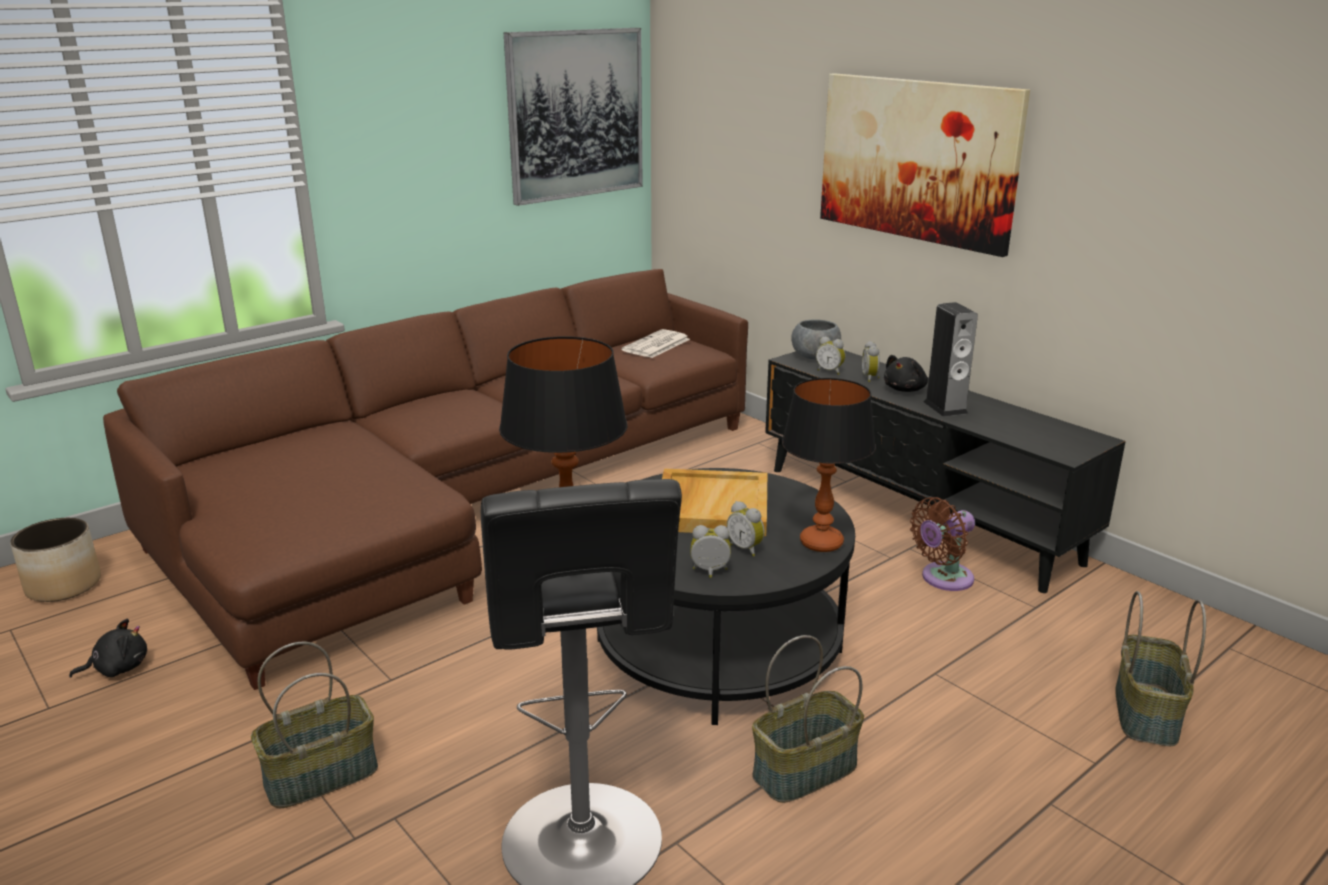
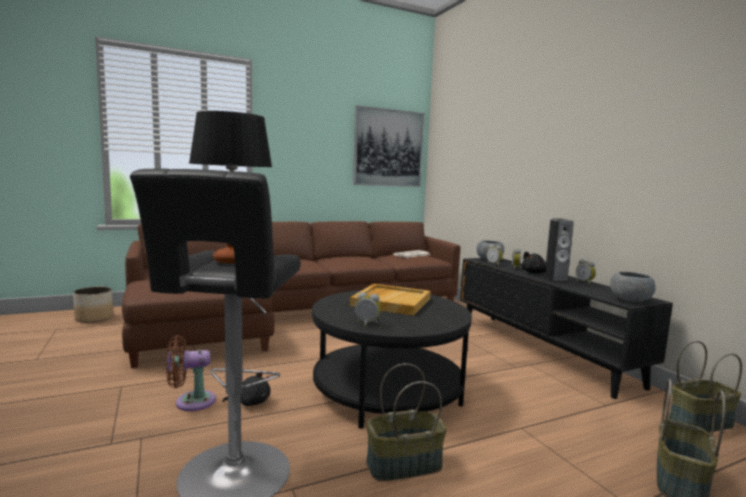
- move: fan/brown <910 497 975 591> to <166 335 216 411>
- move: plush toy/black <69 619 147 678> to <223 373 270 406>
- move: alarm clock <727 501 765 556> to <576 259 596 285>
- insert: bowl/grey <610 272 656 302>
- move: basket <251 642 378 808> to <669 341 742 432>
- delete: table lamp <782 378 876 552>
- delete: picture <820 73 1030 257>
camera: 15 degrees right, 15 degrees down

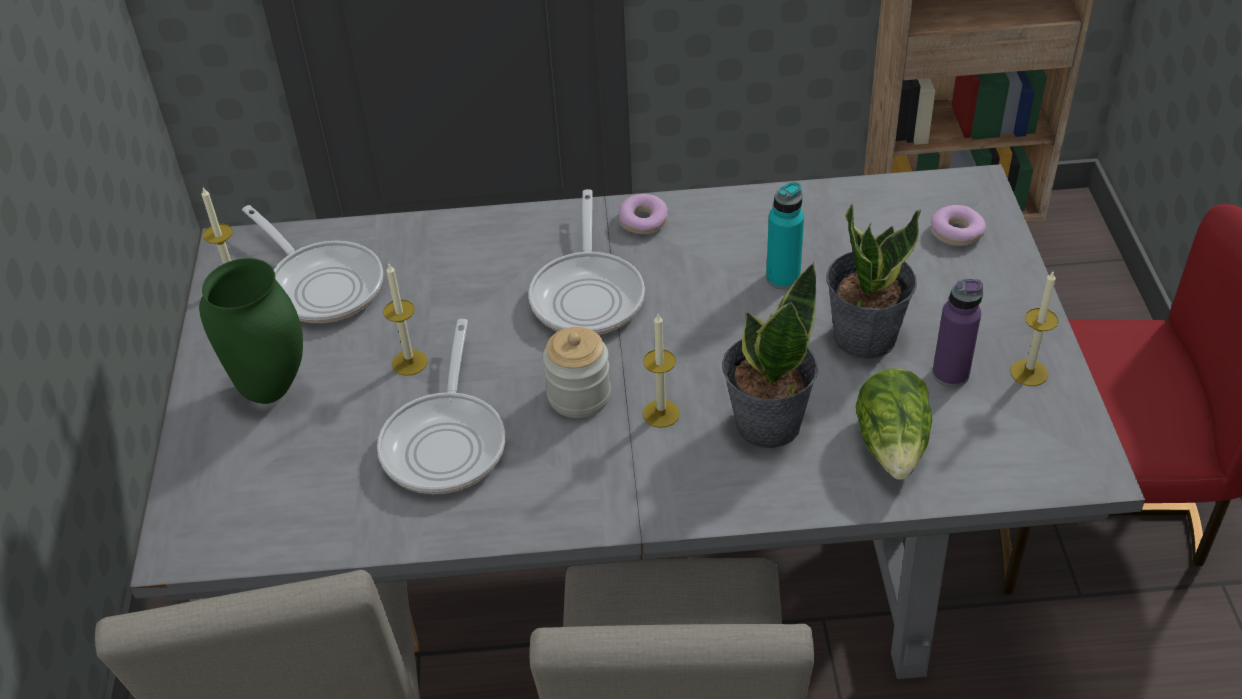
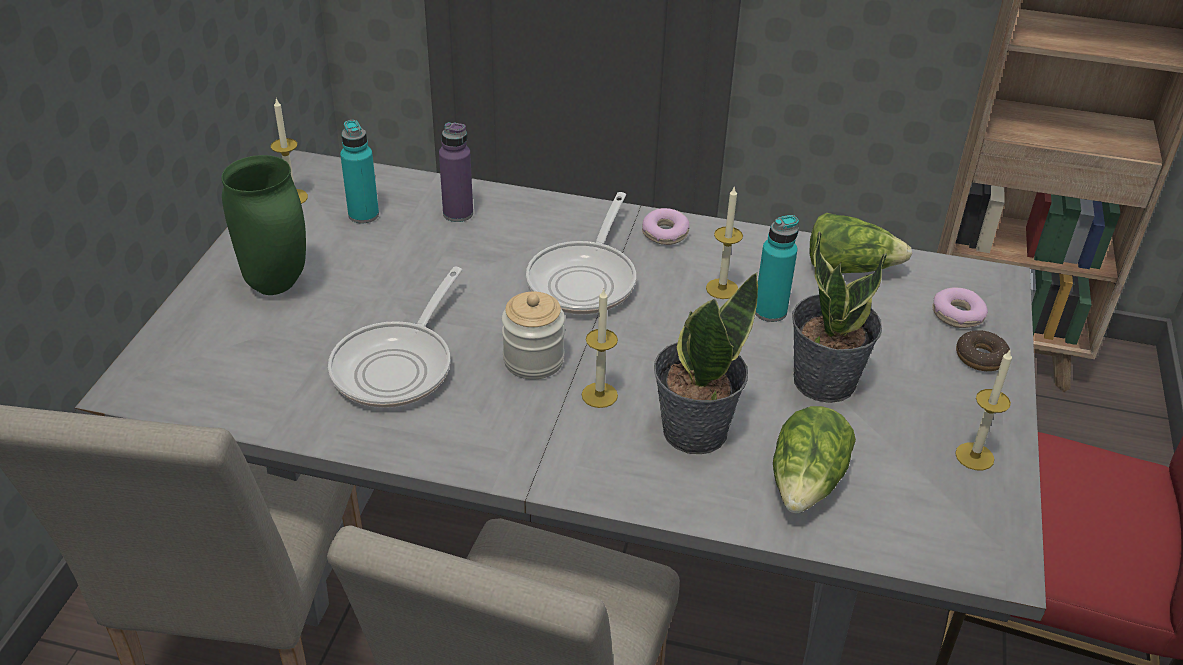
- replace: frying pan <242 205 383 323> to bottle/turquoise <340 120 379 223>
- move: bottle/purple <932 279 983 387> to <439 122 473 222>
- move: candle <383 264 427 376> to <706 186 743 299>
- insert: lettuce <810 213 912 273>
- insert: donut <956 330 1010 371>
camera: 15 degrees right, 5 degrees down

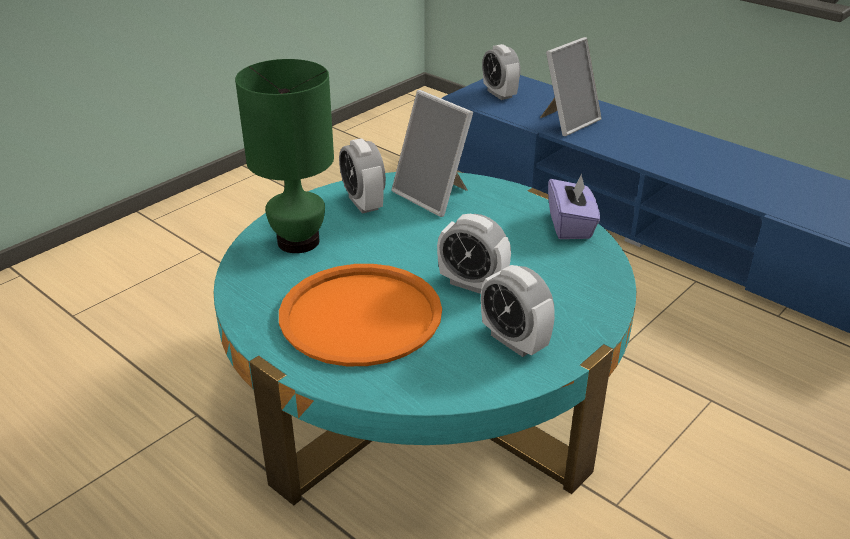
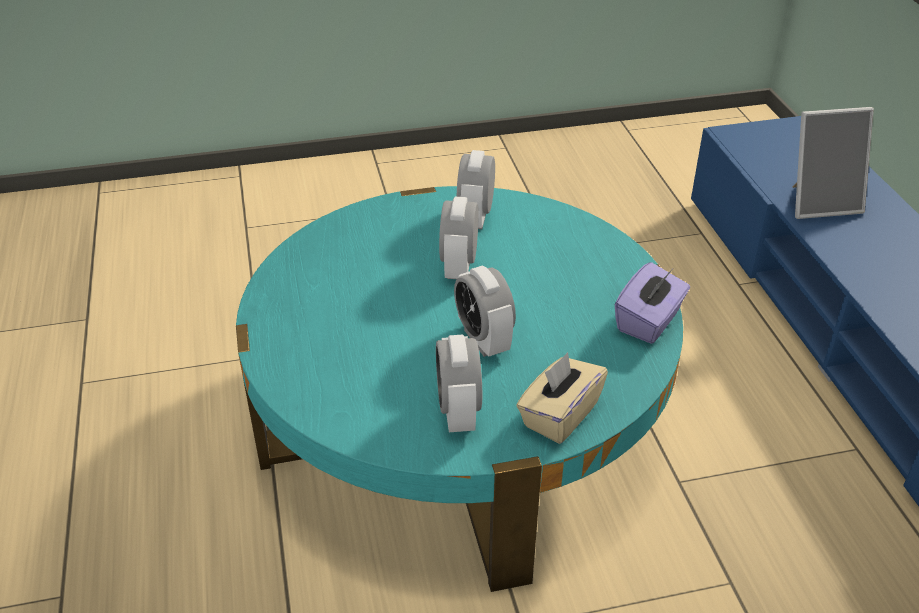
- move: alarm clock <482 44 520 100> to <439 197 478 279>
- insert: tissue box/beige <516 352 608 444>
- delete: table lamp/green <235 59 334 253>
- delete: tray/orange <279 264 442 366>
- delete: picture frame <391 90 473 217>
camera: 35 degrees right, 5 degrees up

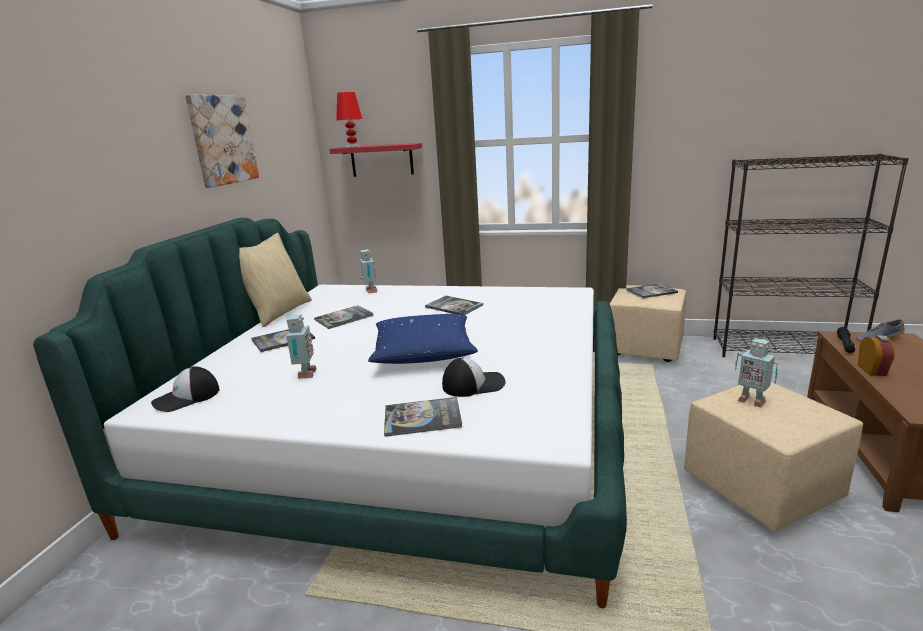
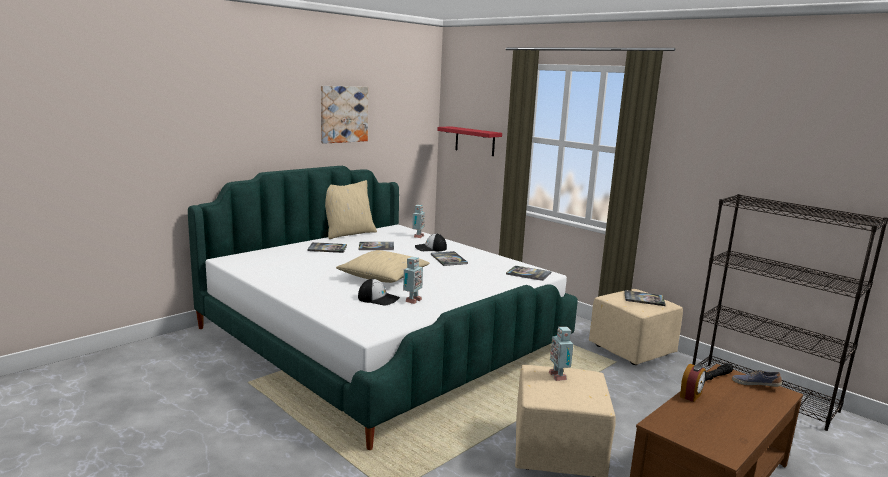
- recolor: pillow/blue <368 314 478 364> to pillow/beige <336 250 430 283>
- move: toy robot <286 314 316 379> to <403 257 423 304>
- move: cap <151 366 220 412> to <415 234 447 251>
- move: book <384 397 462 437> to <506 266 551 281>
- delete: table lamp/red <336 92 362 147>
camera: 30 degrees right, 5 degrees down

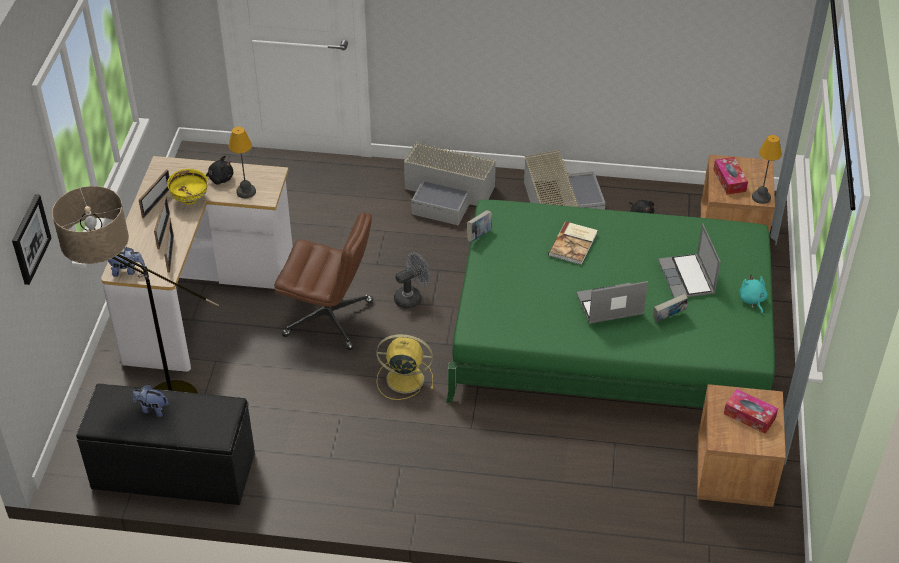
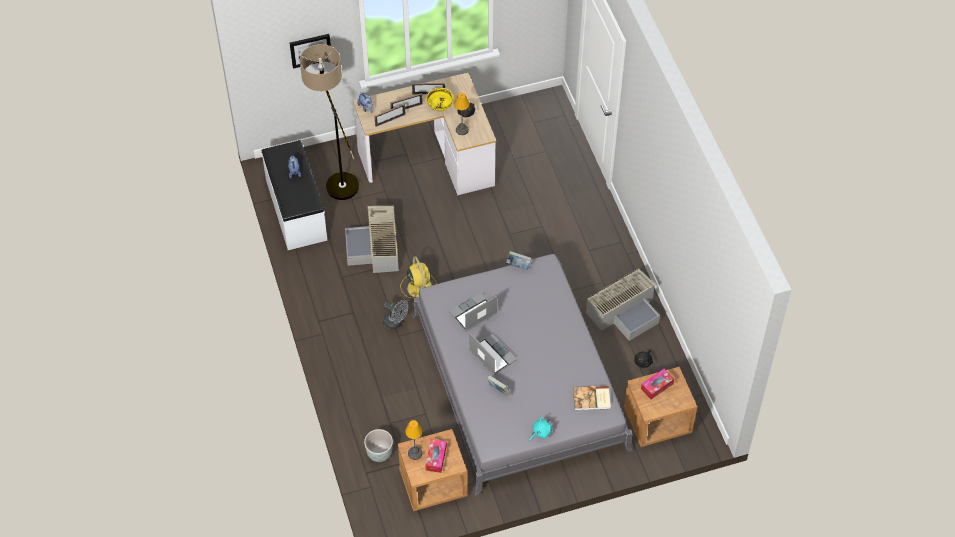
- recolor: bench/black <76 384 255 505> to bench/white <261 140 327 250>
- move: storage box/grey <404 142 496 226> to <345 206 399 273>
- insert: planter/grey <364 429 393 462>
- move: fan/grey <394 253 431 309> to <383 300 408 329>
- move: table lamp <752 135 782 204> to <405 420 423 460>
- recolor: bed/green <445 200 775 408> to bed/grey <412 254 633 495>
- move: laptop <658 223 721 298> to <449 293 497 331>
- move: book <548 221 598 265> to <573 386 611 410>
- delete: office chair/brown <274 212 374 350>
camera: 65 degrees right, 10 degrees up

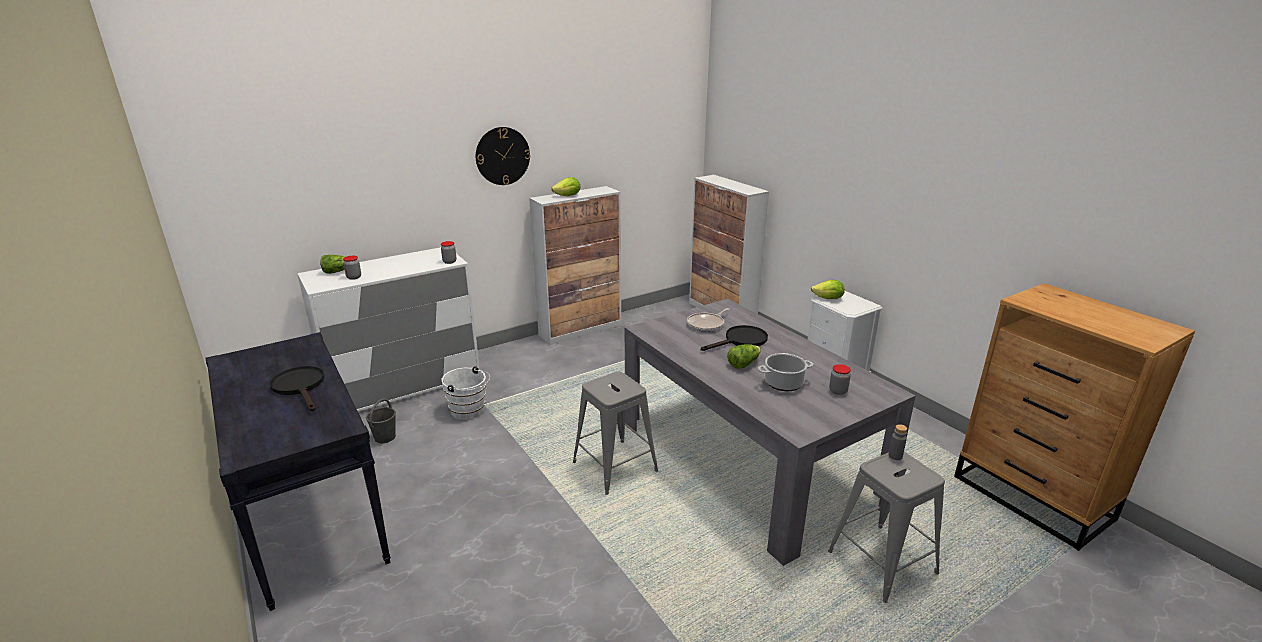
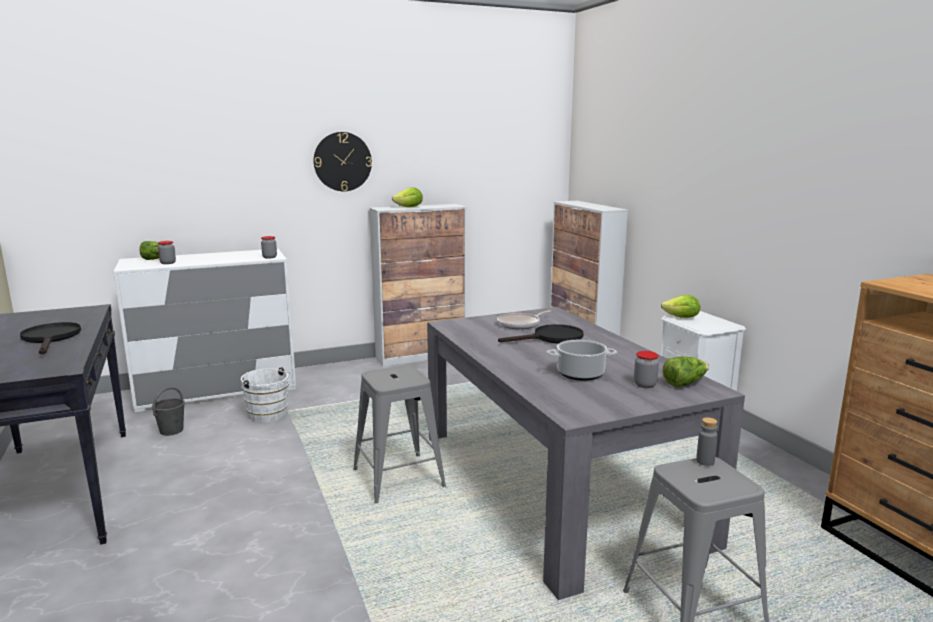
- move: lettuce <727 344 761 369> to <662 356 709 387>
camera: 10 degrees right, 10 degrees down

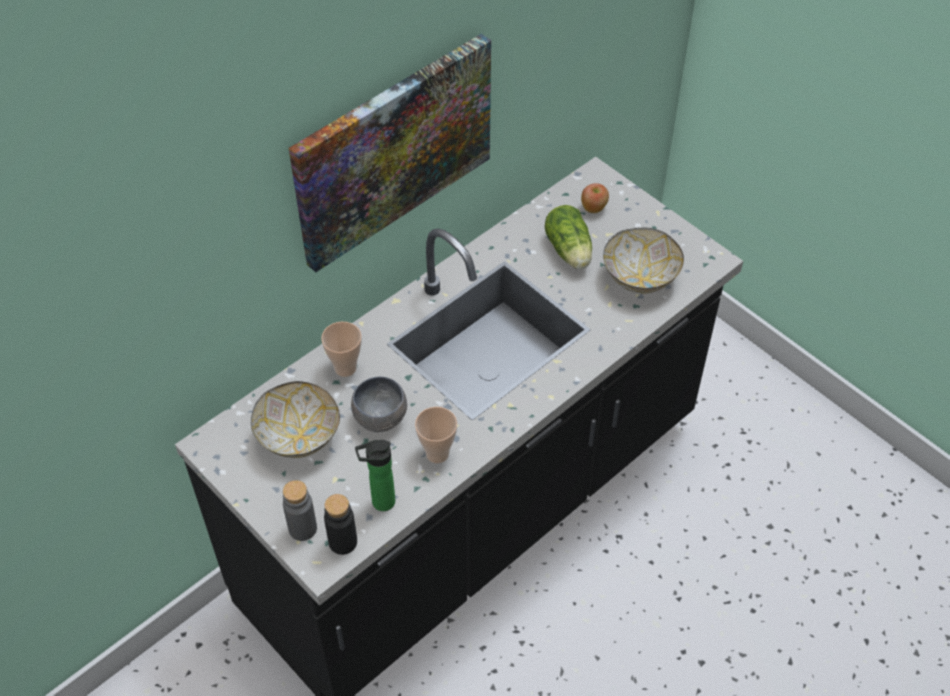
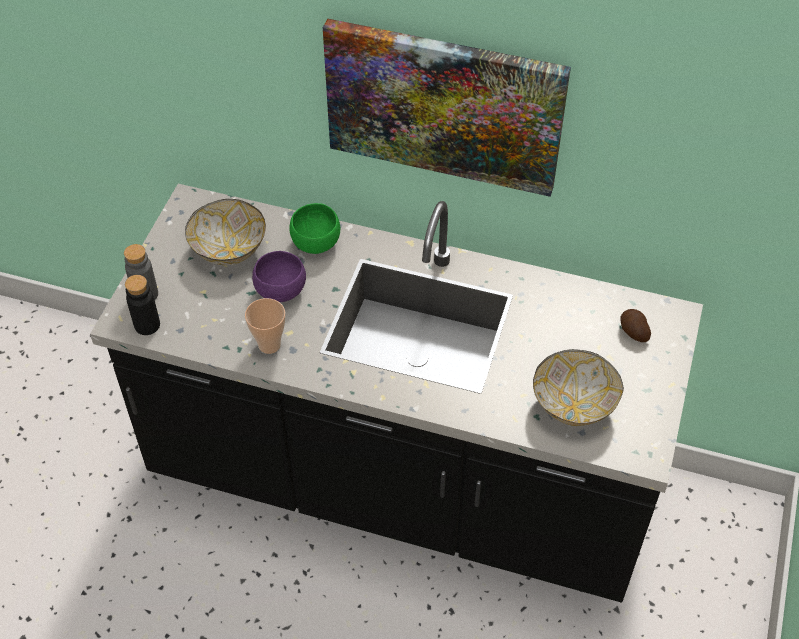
- recolor: bowl/grey <351 377 407 432> to bowl/purple <252 251 306 302>
- replace: cup <321 322 362 377> to bowl/green <289 203 341 254>
- replace: apple <581 183 609 213> to potato <620 309 651 342>
- delete: bottle <355 440 395 511>
- delete: lettuce <545 205 592 269>
camera: 60 degrees right, 0 degrees up

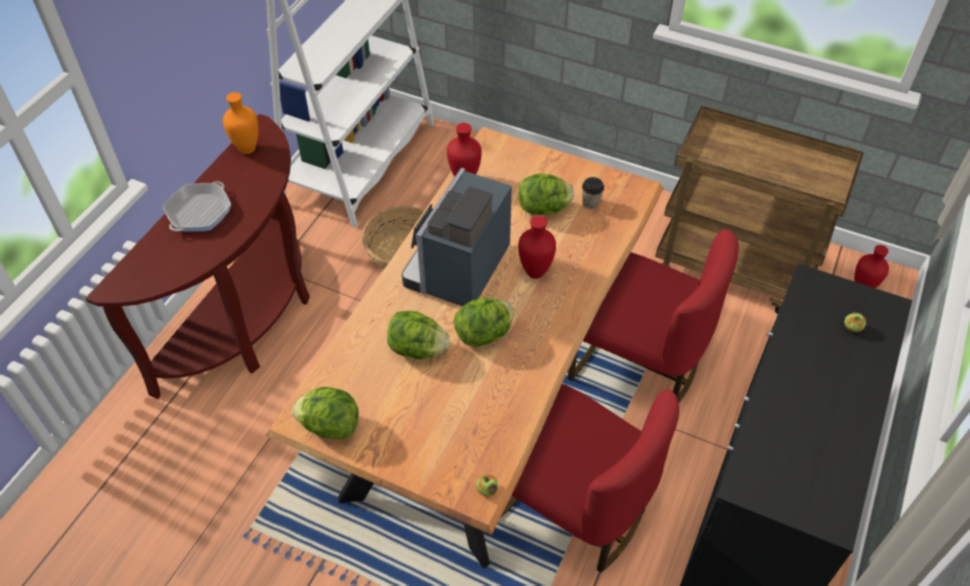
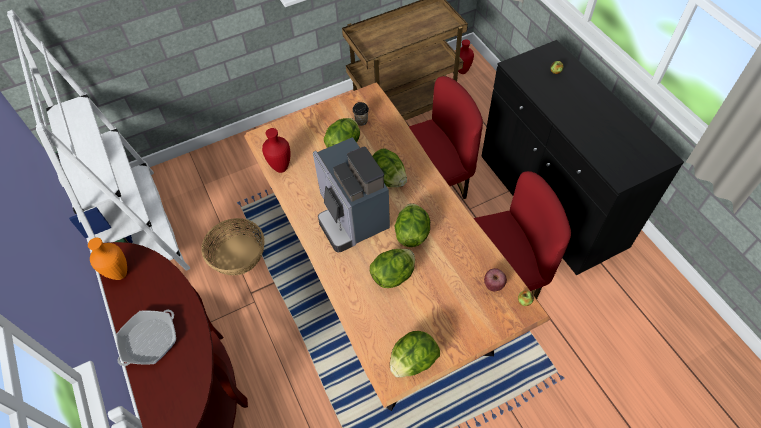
- rotate: frying pan <163 181 231 232> = <116 310 176 366> 60 degrees clockwise
- replace: vase/red <518 216 556 279> to lettuce <372 149 407 187>
- insert: apple <484 268 507 291>
camera: 50 degrees left, 5 degrees up

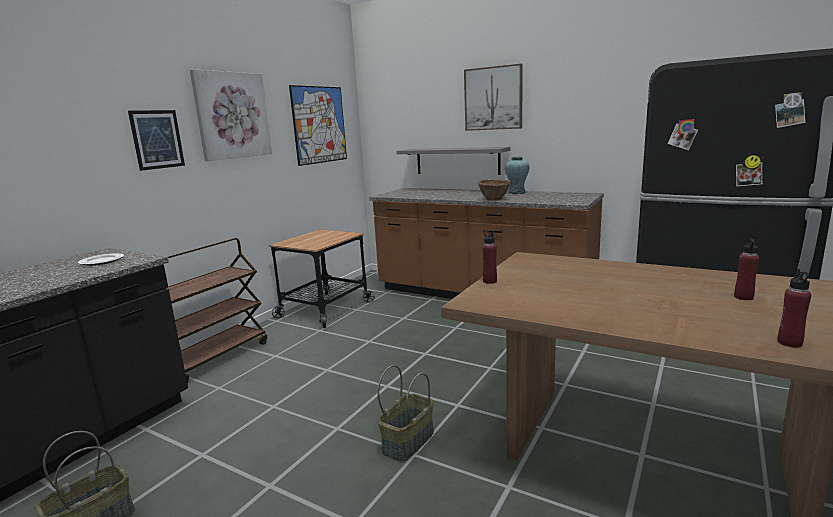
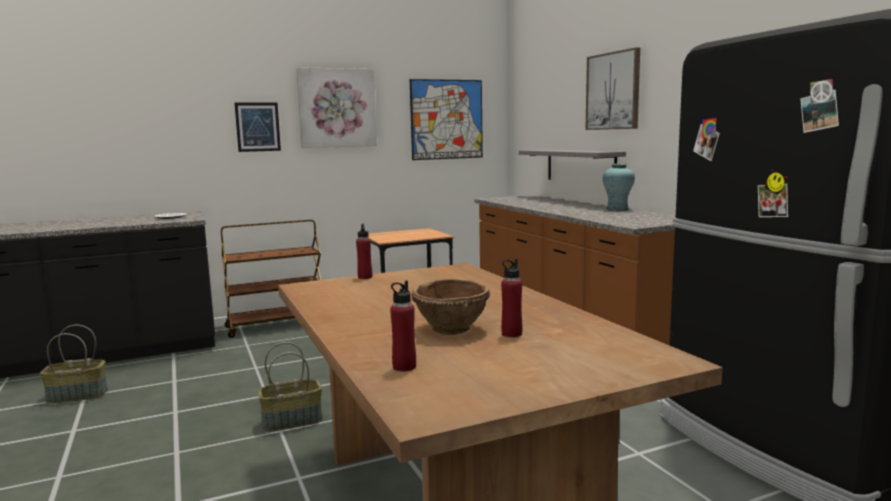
- move: bowl/brown <478 179 511 201> to <412 279 490 335>
camera: 35 degrees right, 5 degrees down

